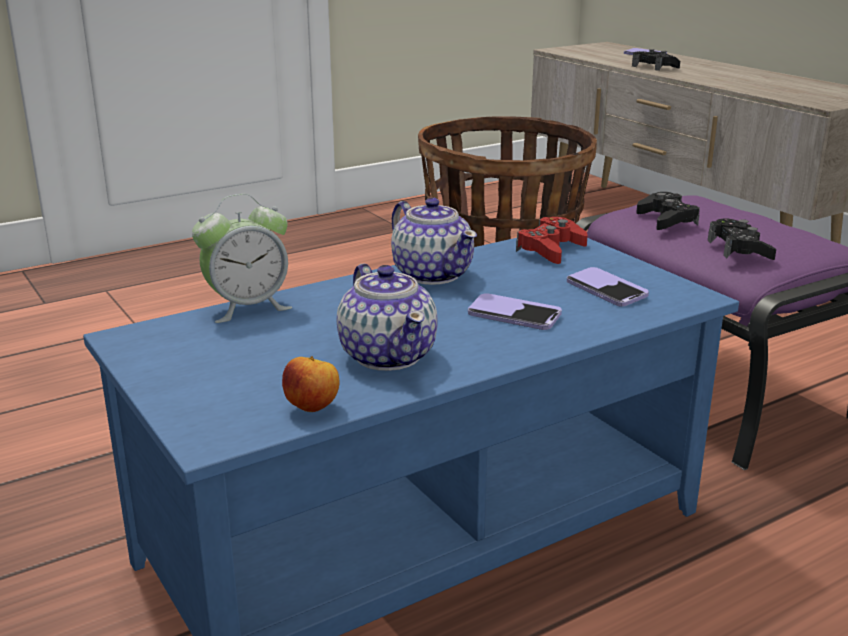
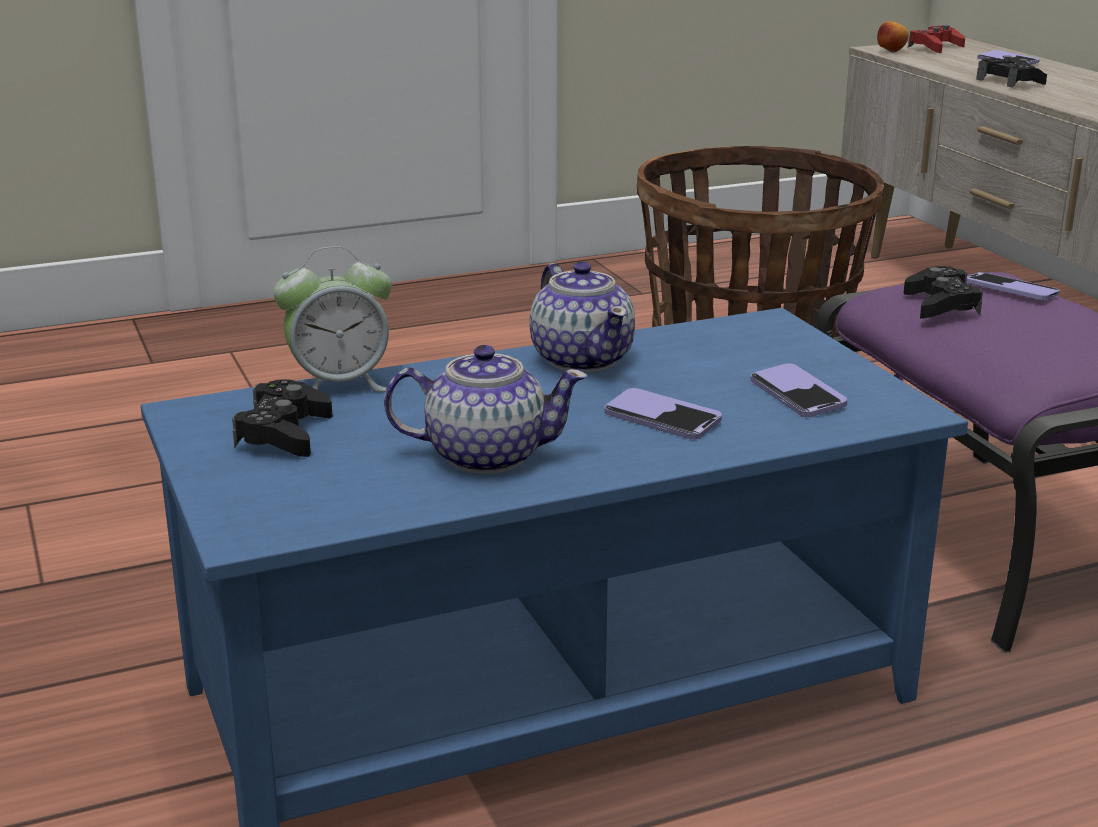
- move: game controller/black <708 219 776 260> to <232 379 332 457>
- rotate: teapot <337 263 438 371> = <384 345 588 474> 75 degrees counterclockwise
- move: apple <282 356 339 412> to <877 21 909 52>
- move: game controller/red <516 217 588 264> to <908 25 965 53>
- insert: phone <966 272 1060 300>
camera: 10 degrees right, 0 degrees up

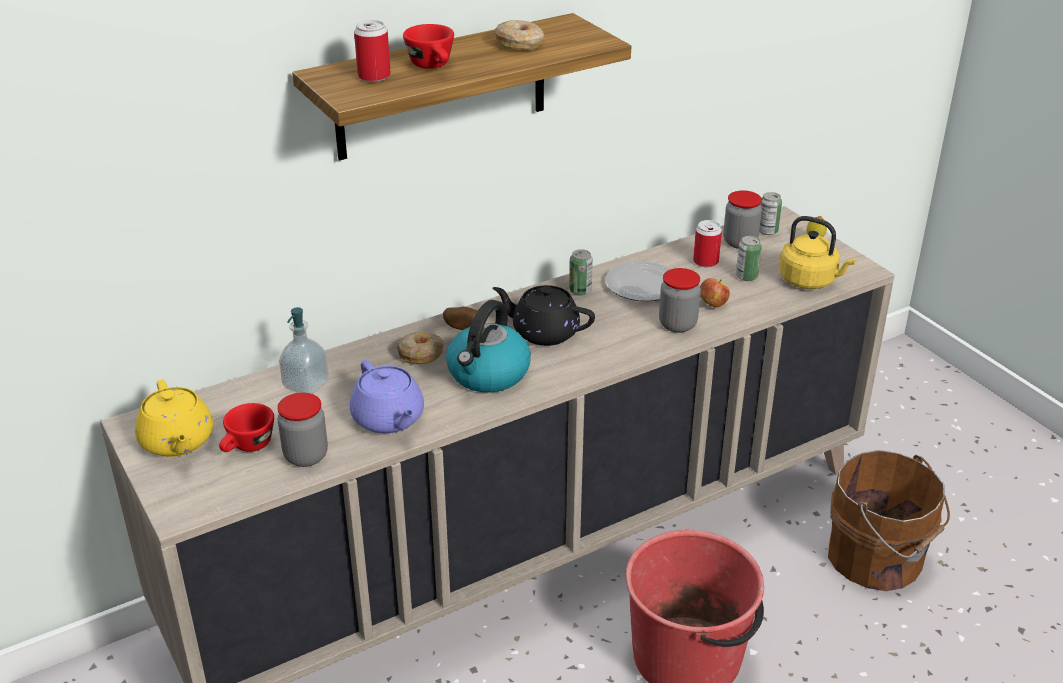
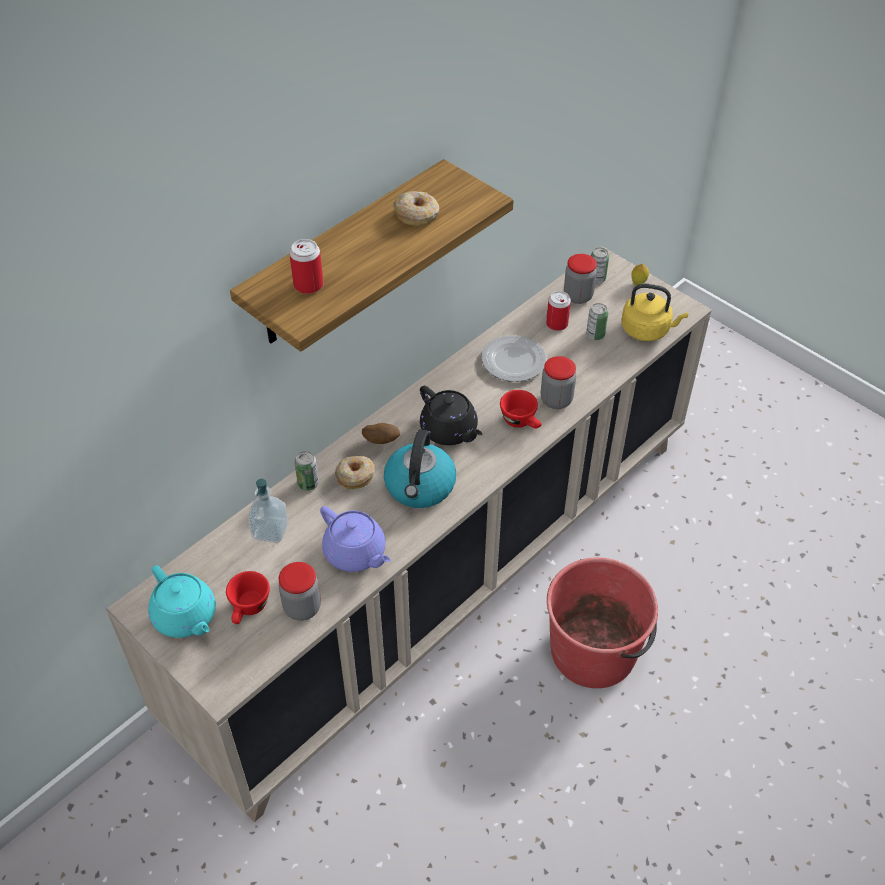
- recolor: teapot/yellow <135 380 213 457> to teapot/turquoise <148 565 216 638>
- move: can <569 249 593 296> to <294 451 319 491>
- rotate: teapot/black <493 285 595 346> = <420 386 482 445> 135 degrees counterclockwise
- move: cup/red <403 24 454 69> to <500 390 542 429>
- delete: apple <700 278 730 307>
- delete: bucket/brown <828 450 950 591>
camera: 15 degrees left, 15 degrees up

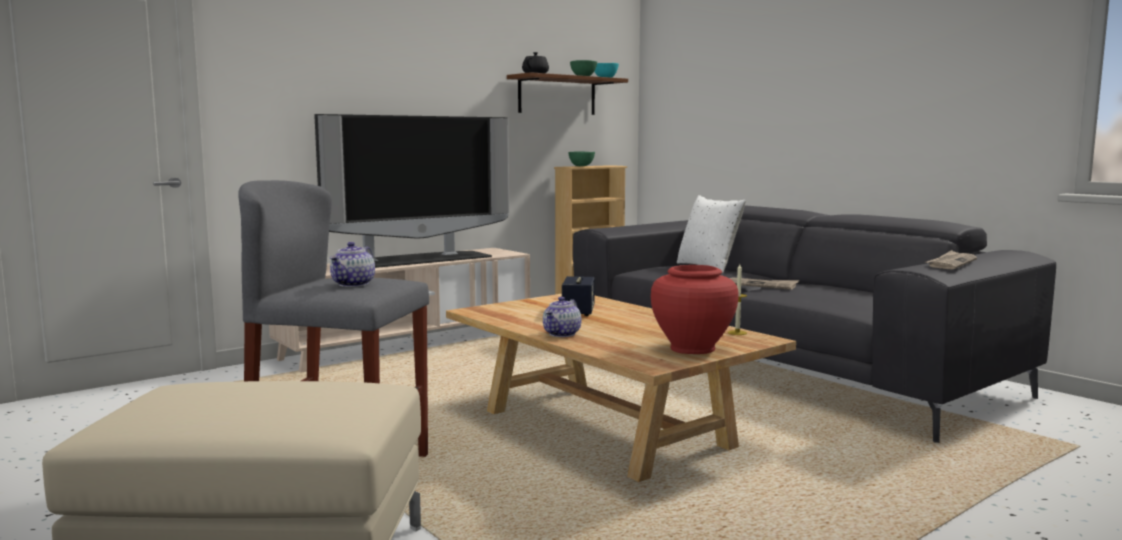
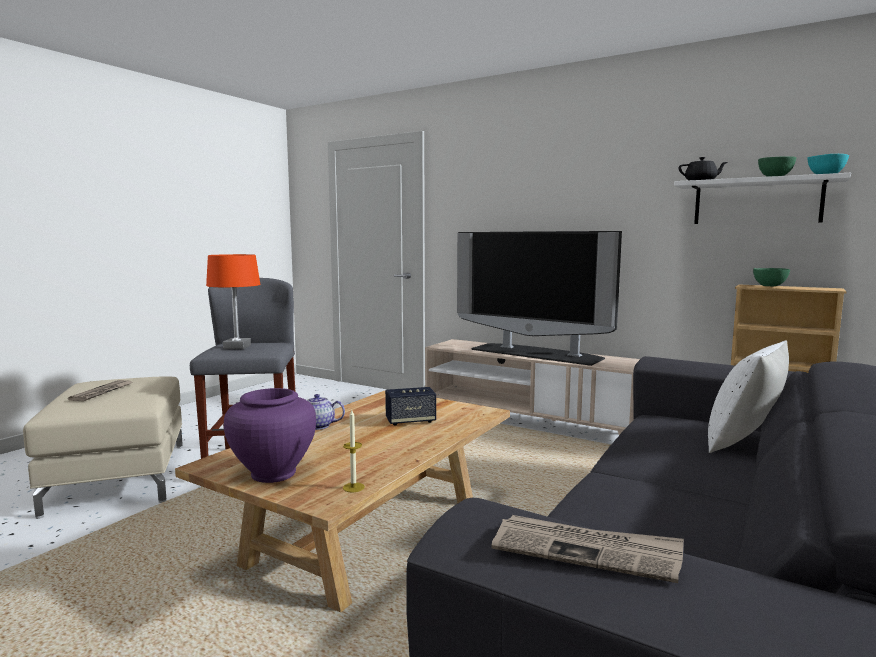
- move: newspaper <730 277 799 290> to <68 380 133 401>
- replace: teapot <330 242 375 287> to table lamp/orange <206 254 260 349>
- recolor: vase/red <651 265 738 354> to vase/purple <224 388 316 483>
- recolor: shelf/brown <507 72 628 115> to shelf/white <674 173 851 224>
camera: 70 degrees right, 0 degrees up

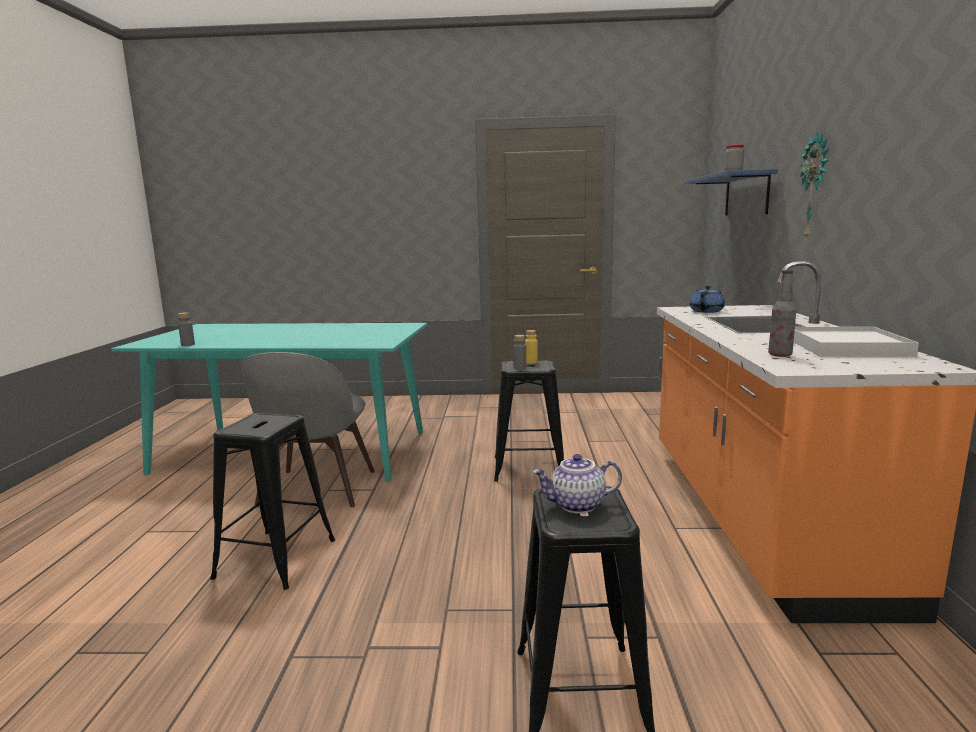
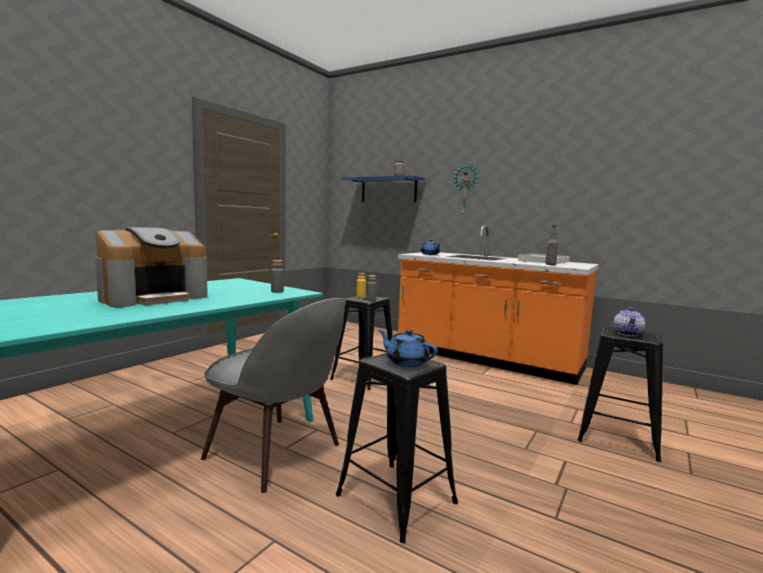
- insert: coffee machine <95 227 208 307>
- move: bottle/grey <178 312 195 346> to <271 260 284 293>
- insert: teapot/blue <379 329 438 367>
camera: 60 degrees left, 5 degrees down

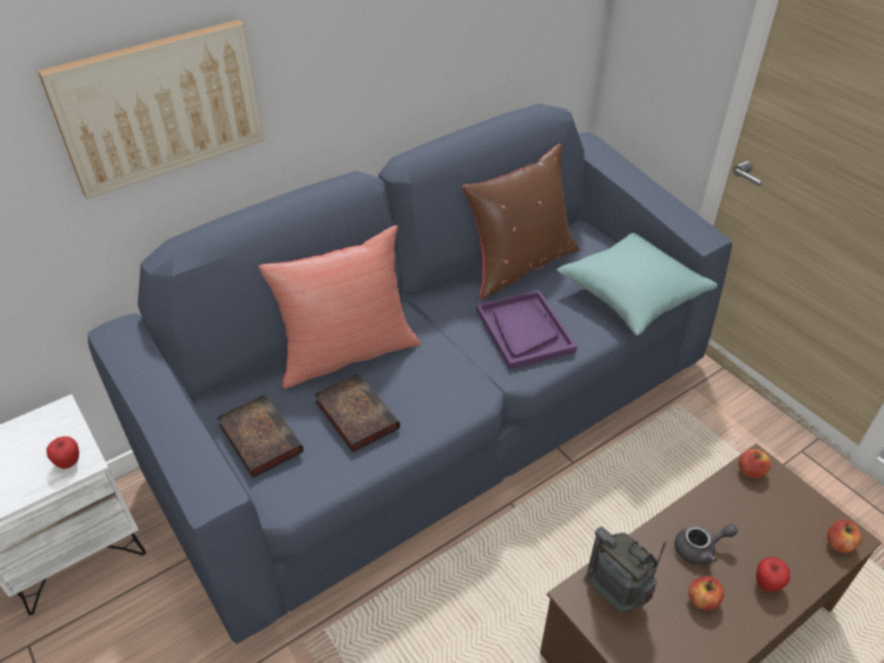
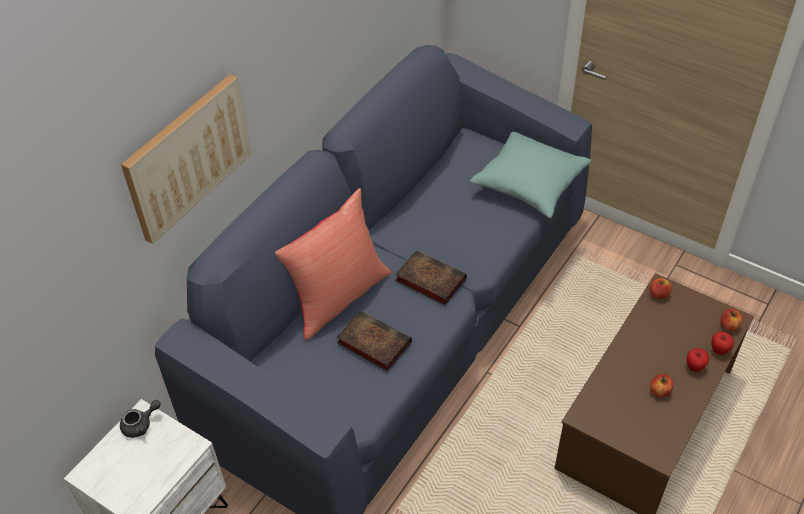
- move: teapot/grey <675 524 738 565> to <120 400 161 438>
- move: book <217 395 303 478> to <395 250 467 305>
- move: apple <46 436 79 469> to <711 332 734 355>
- delete: pillow/brown <461 143 579 299>
- delete: tray/purple <476 290 577 370>
- delete: radio <585 527 666 612>
camera: 20 degrees left, 5 degrees up

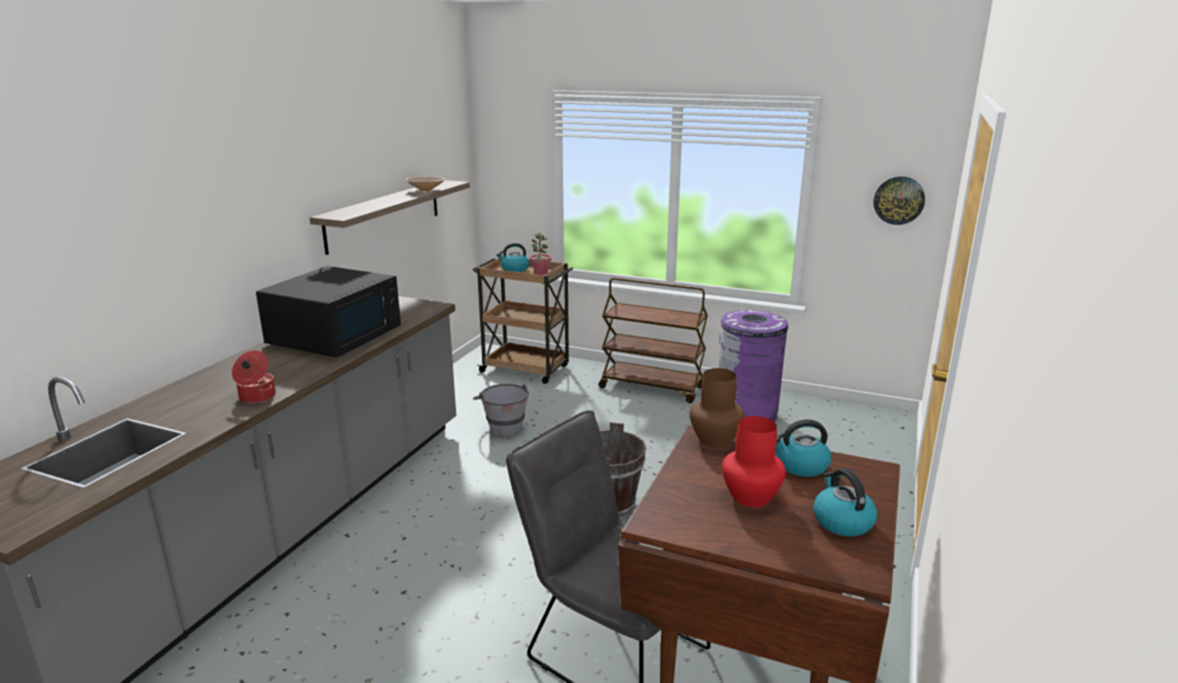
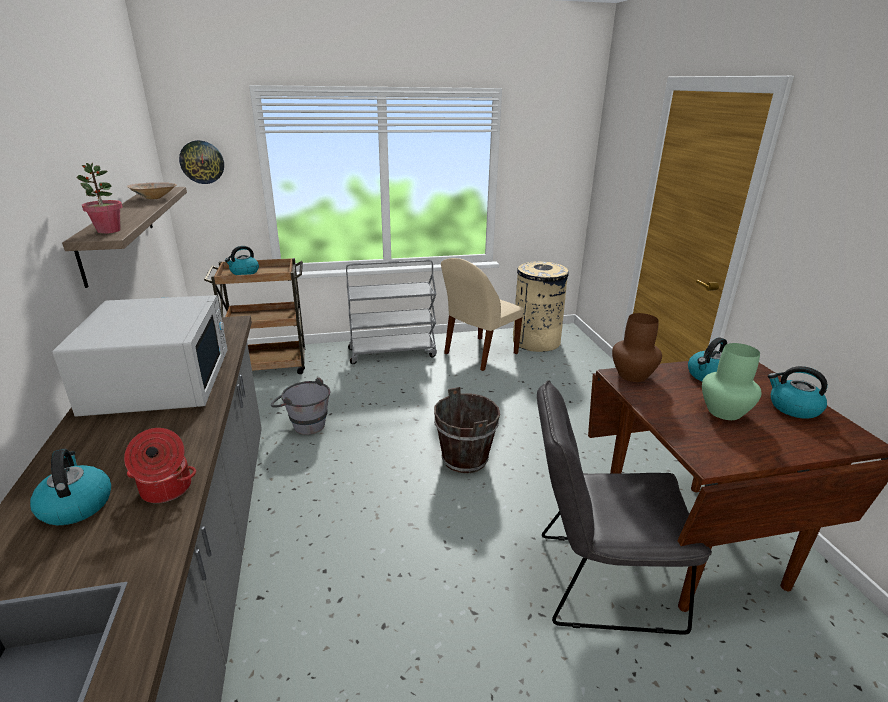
- insert: kettle <30 448 111 525>
- recolor: microwave/black <256 266 401 358> to microwave/white <53 295 227 417>
- move: potted plant <530 232 552 275> to <77 163 123 234>
- move: wall clock <873 176 925 225> to <179 140 224 184>
- recolor: cart/brown <598 278 708 403> to cart/grey <346 260 437 364>
- replace: trash can/purple <718 310 788 422> to chair/beige <441 258 524 371>
- insert: trash can/beige <513 261 569 352>
- recolor: vase/red <722 416 786 507> to vase/green <702 343 761 420>
camera: 35 degrees left, 5 degrees up

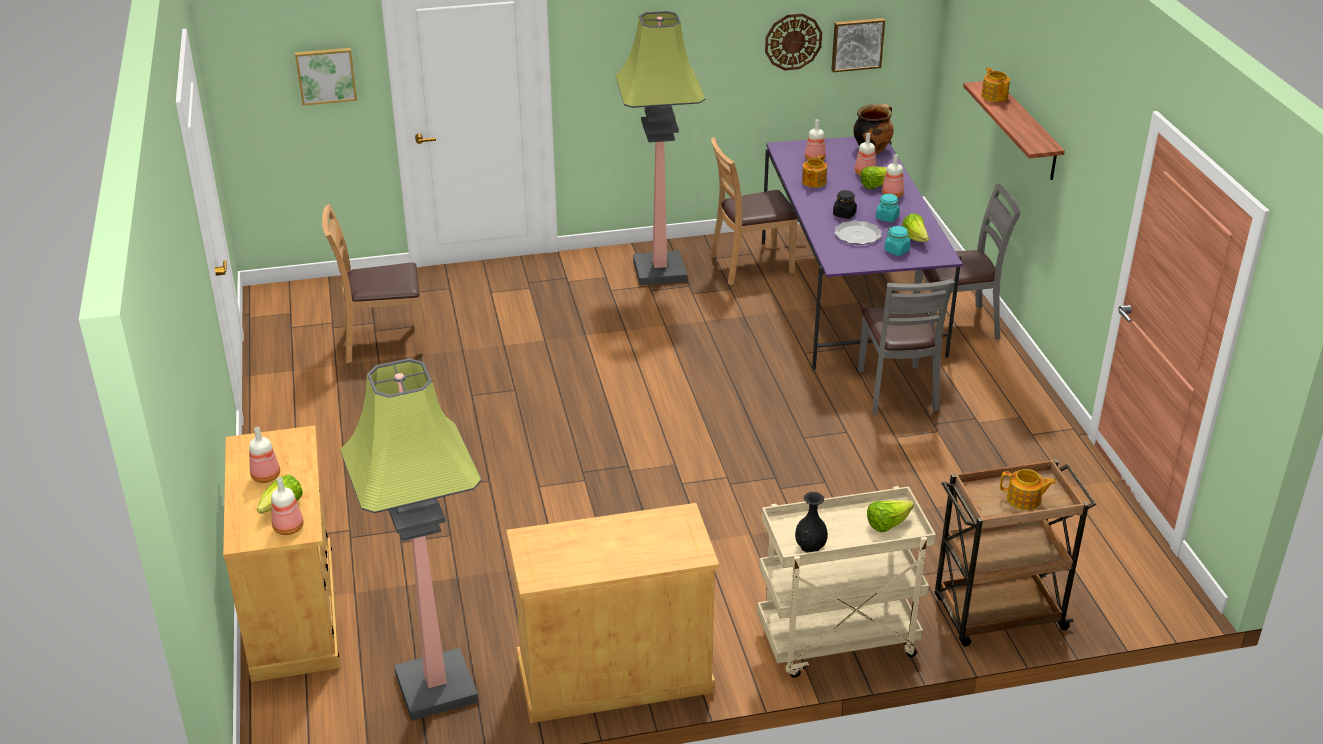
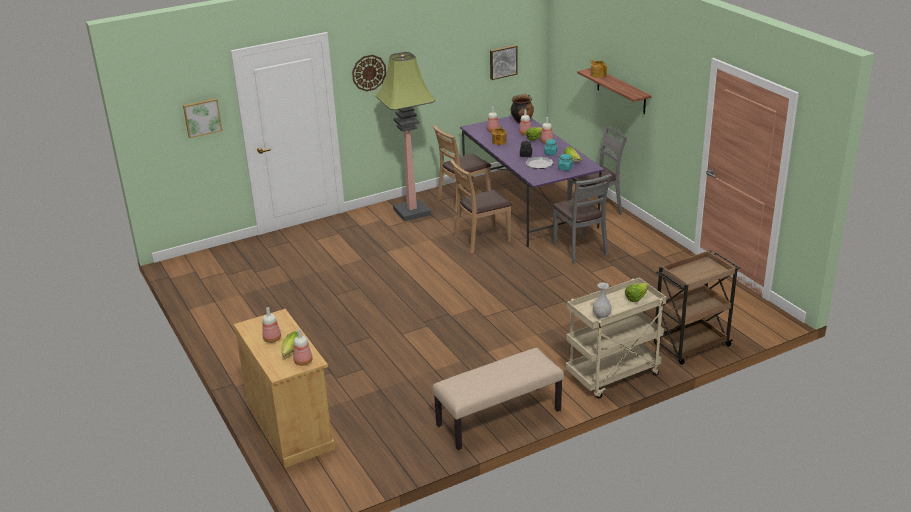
- move: wall clock <765 14 822 70> to <352 55 386 91>
- replace: cabinet/beige <506 503 719 723> to bench/beige <432 348 564 450>
- move: chair/brown <322 204 423 363> to <450 159 512 253>
- recolor: vase/black <795 492 828 553> to vase/white <593 283 612 319>
- delete: floor lamp <340 358 481 721>
- delete: teapot <1000 469 1056 510>
camera: 15 degrees left, 5 degrees down

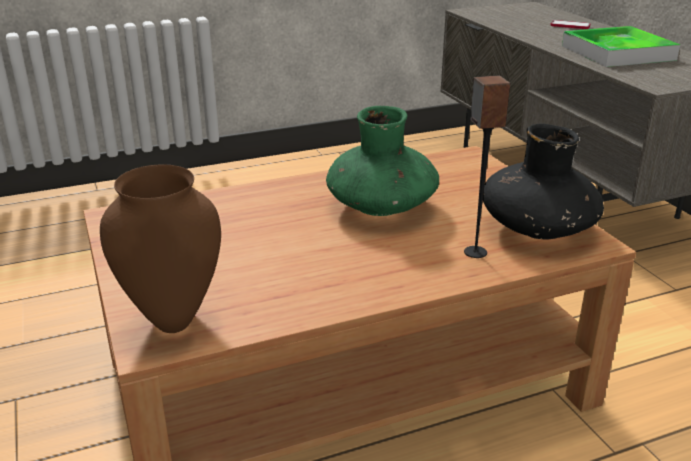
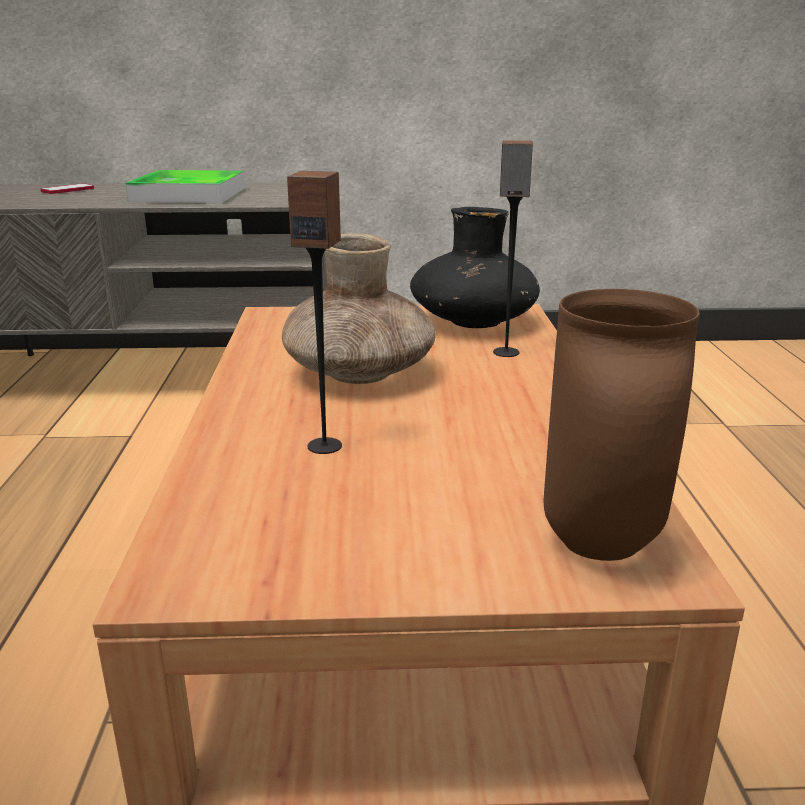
- recolor: vase/green <326 106 439 216> to vase/brown <282 233 436 384>
- insert: speaker <287 171 342 454>
camera: 70 degrees left, 5 degrees down

